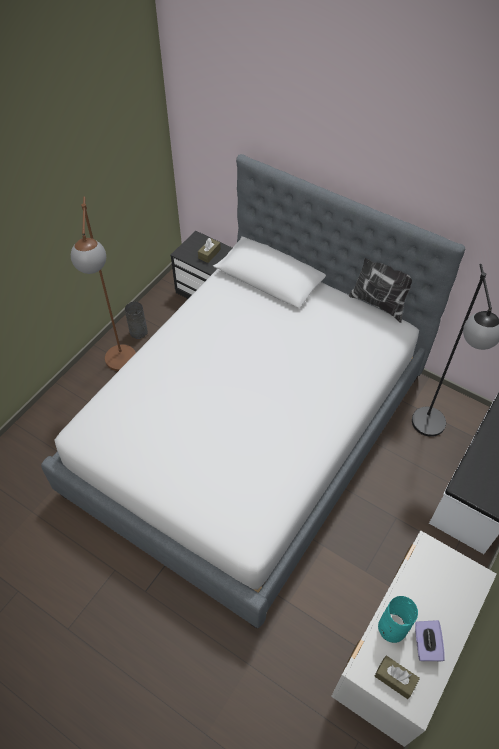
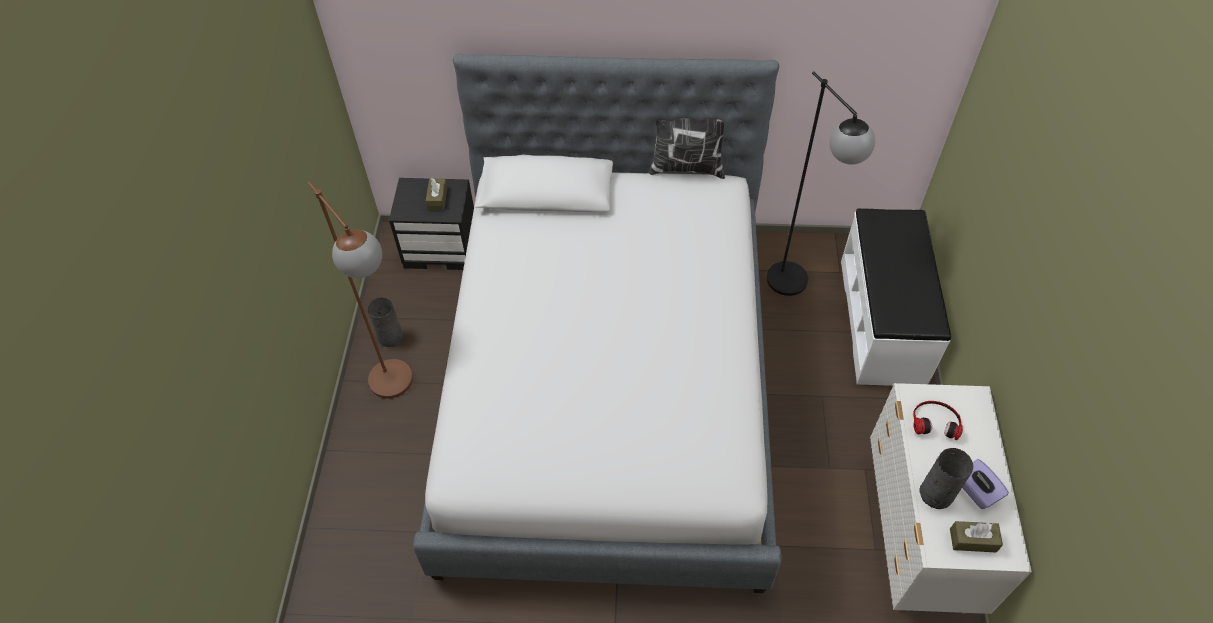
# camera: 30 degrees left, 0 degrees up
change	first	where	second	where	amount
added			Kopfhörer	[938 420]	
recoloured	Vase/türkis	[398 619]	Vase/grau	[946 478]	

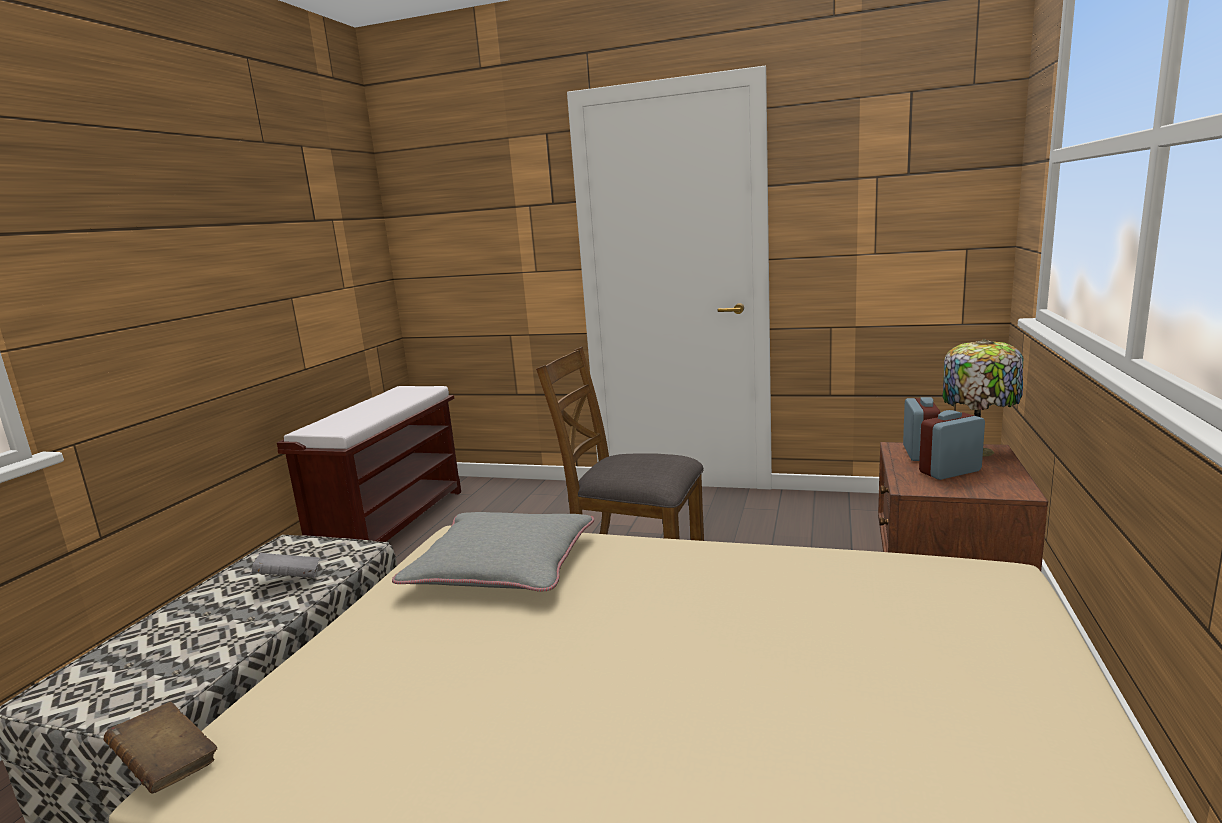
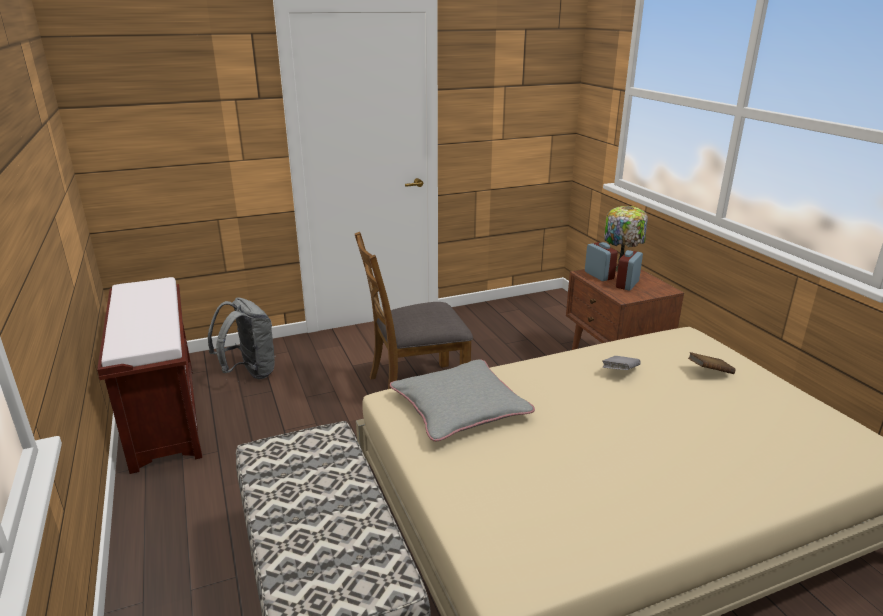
# camera: 40 degrees left, 10 degrees up
change	first	where	second	where	amount
added			Rucksack/grau	[241 338]	
moved	Buch/braun	[160 748]		[711 363]	
moved	Buch/grau	[285 565]		[621 363]	

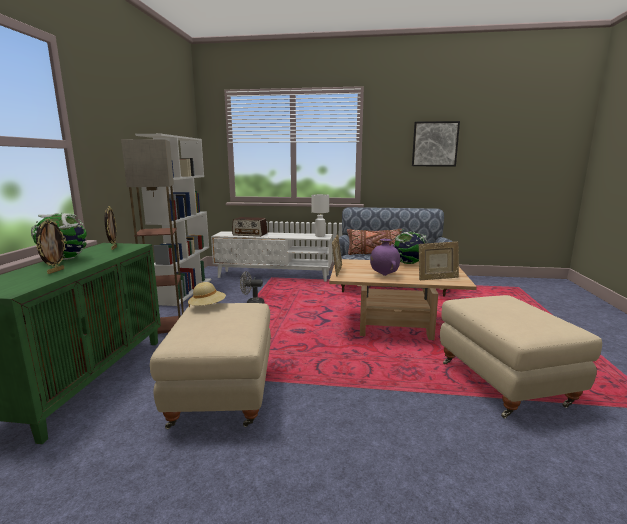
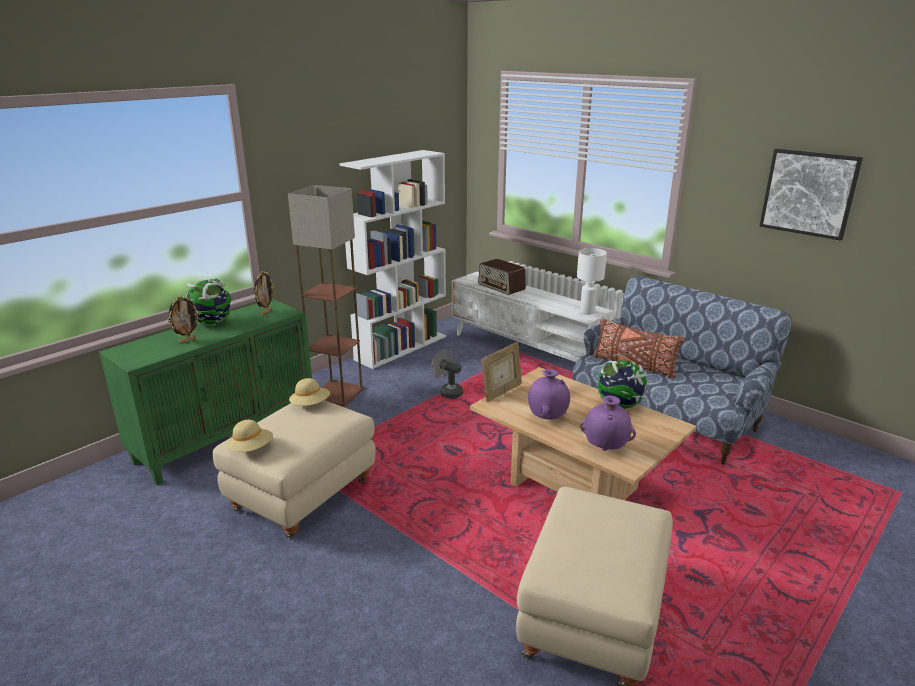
# camera: 35 degrees right, 10 degrees up
change	first	where	second	where	amount
added			Hut/beige	[249 436]	
replaced	Bilderrahmen	[439 261]	Vase/lila	[608 423]	

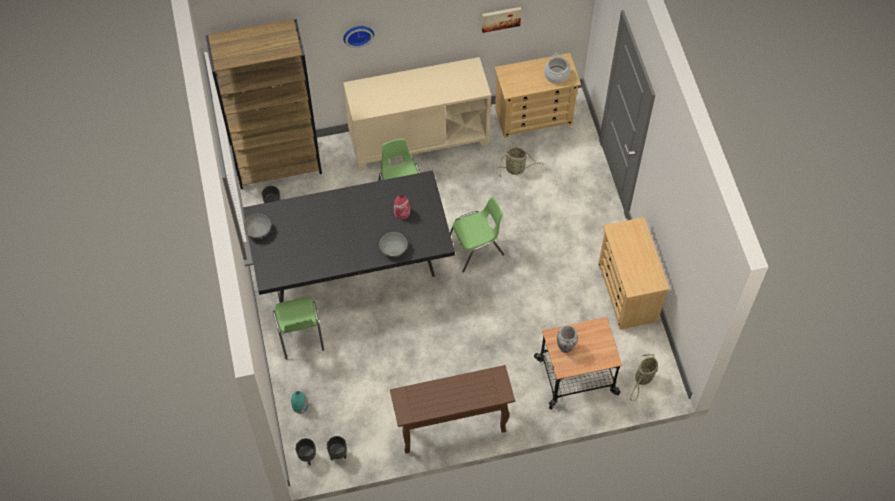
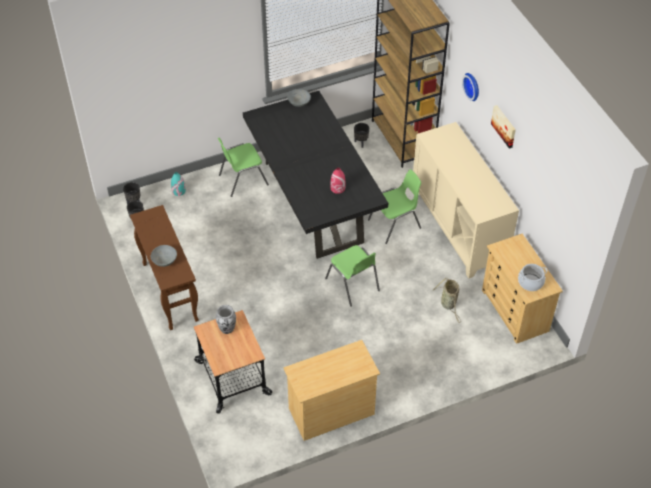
# camera: 80 degrees right, 10 degrees down
change	first	where	second	where	amount
removed	Korb	[644 377]			
moved	Schüssel/grau	[393 244]		[164 256]	
moved	Bild	[501 20]		[503 127]	

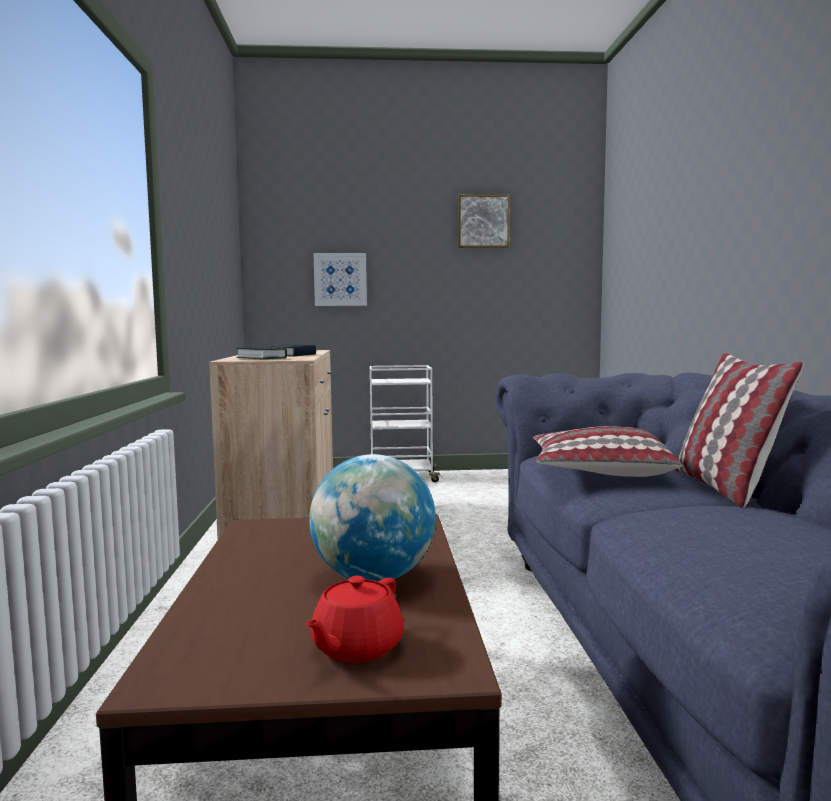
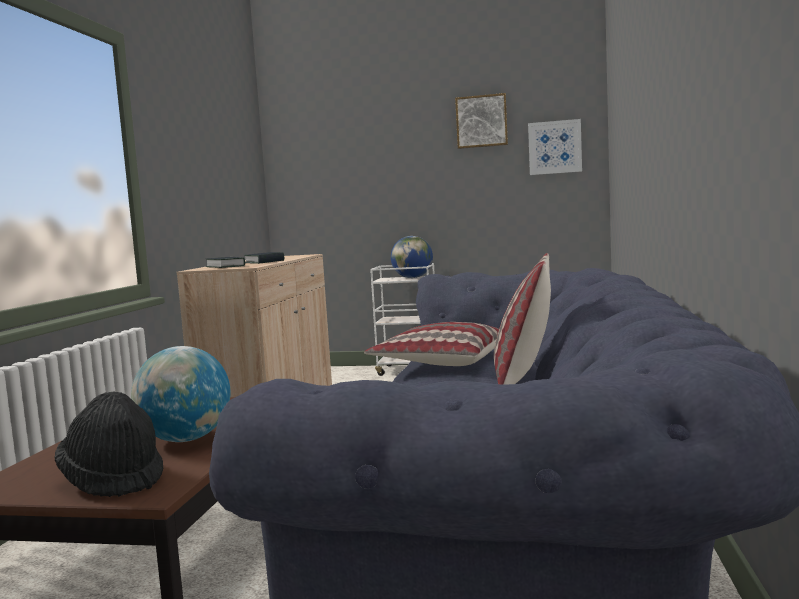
# camera: 15 degrees right, 0 degrees up
change	first	where	second	where	amount
added			Globus	[412 257]	
moved	Bild	[340 279]		[555 147]	
replaced	Teekanne/rot	[354 619]	Hut/schwarz	[109 444]	

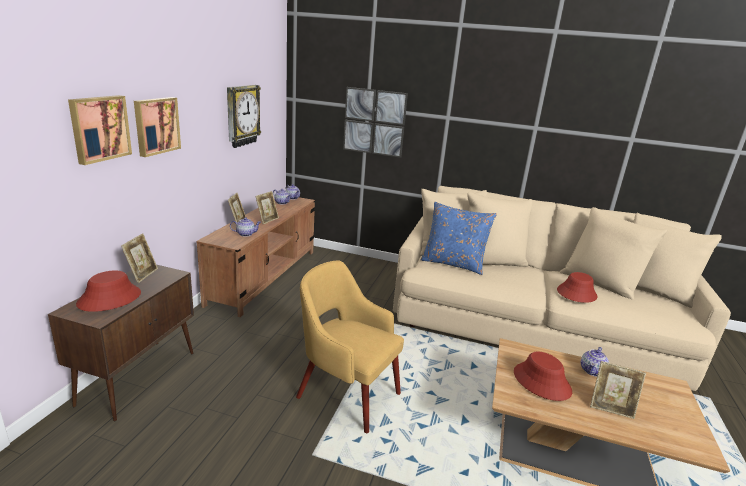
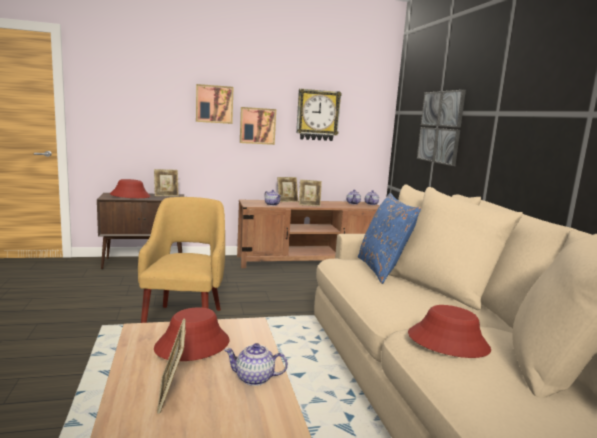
# camera: 60 degrees right, 10 degrees down
change	first	where	second	where	amount
moved	Bild	[100 130]		[258 126]	

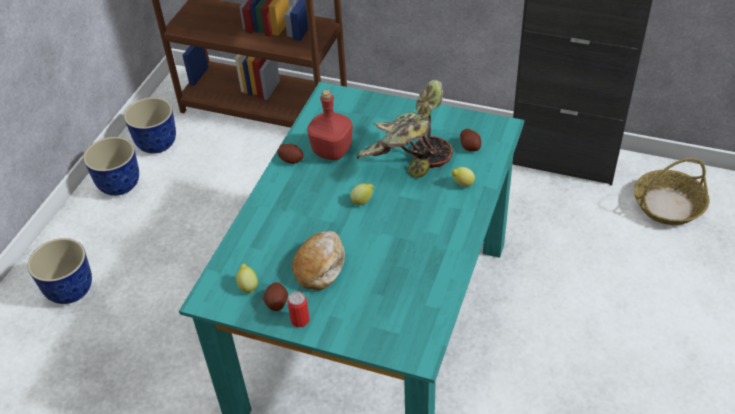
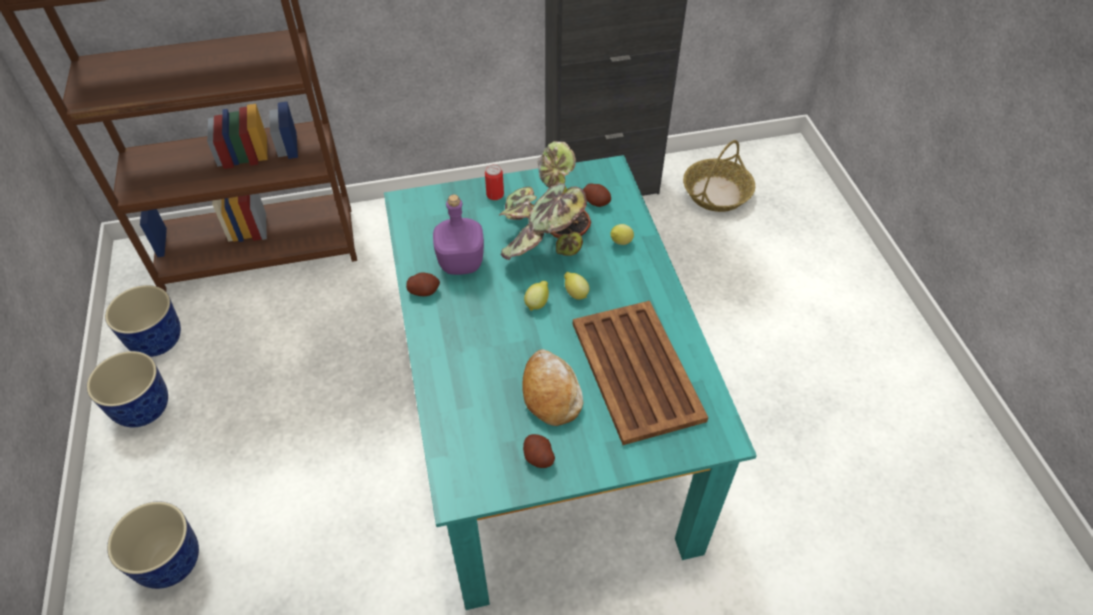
# camera: 35 degrees left, 5 degrees up
change	first	where	second	where	amount
added			Tablett/braun	[640 373]	
moved	Zitrone	[247 278]		[576 286]	
moved	Dose	[299 309]		[494 182]	
recoloured	Flasche/rot	[330 125]	Flasche/lila	[458 234]	

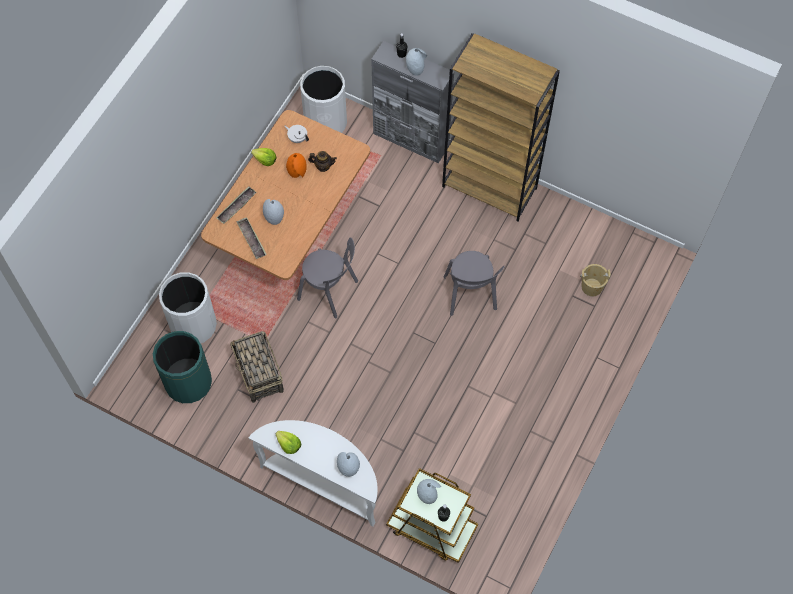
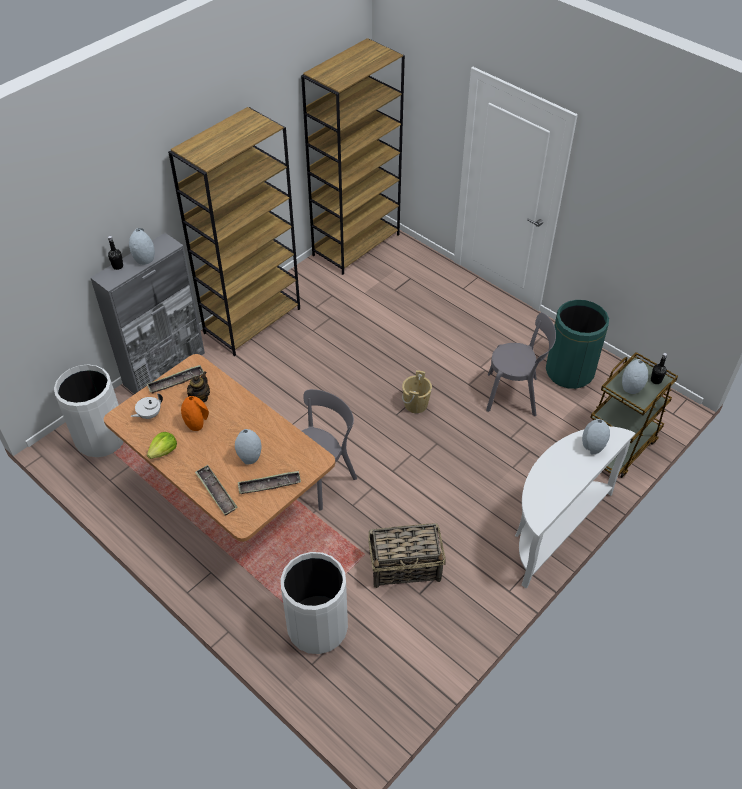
# camera: 75 degrees left, 15 degrees down
change	first	where	second	where	amount
removed	Salatkopf	[288 442]			
added			Tablett	[175 379]	
added			Bücherregal/braun	[353 156]	
moved	Mülleimer/grün	[182 367]		[577 344]	
moved	Stuhl/grau	[474 283]		[521 364]	
moved	Eimer/beige	[595 280]		[417 391]	

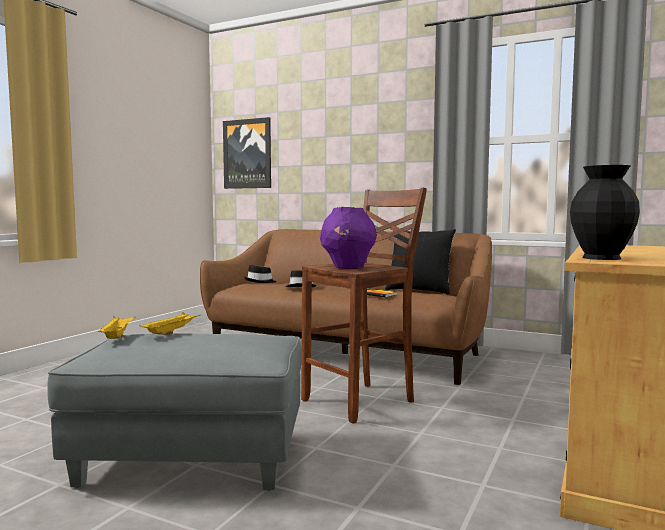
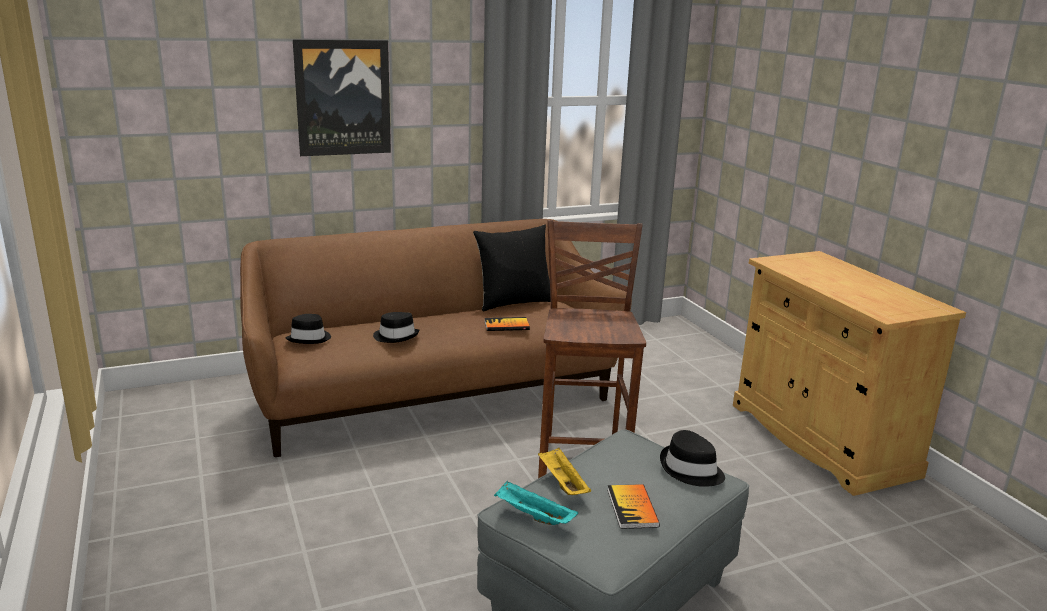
# camera: 50 degrees left, 15 degrees up
change	first	where	second	where	amount
removed	Vase/lila	[348 238]			
removed	Vase/schwarz	[605 212]			
added			Buch	[633 506]	
added			Hut/schwarz	[692 458]	
moved	Bild	[247 153]		[342 97]	
recoloured	Tablett/gelb	[117 327]	Tablett/türkis	[536 503]	

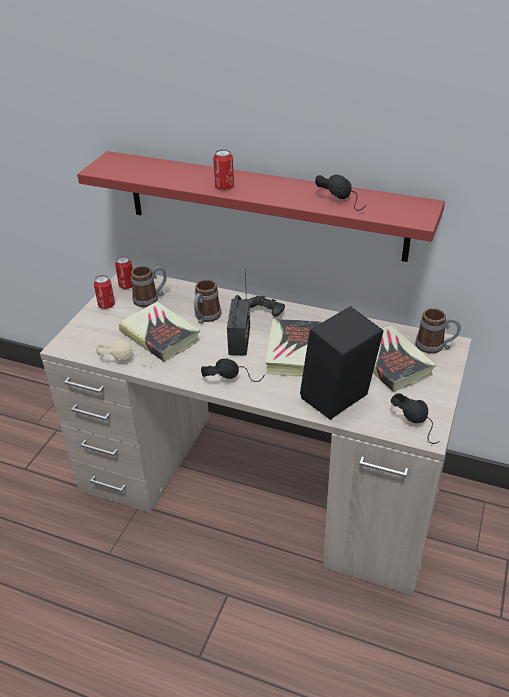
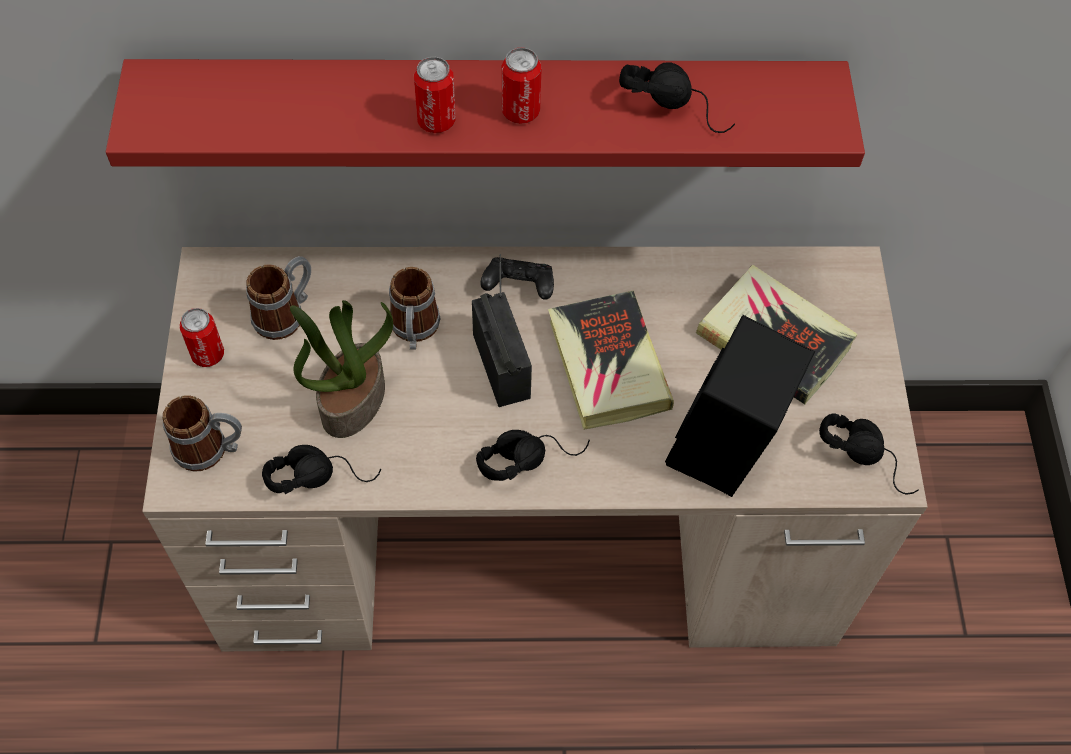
# camera: 25 degrees left, 20 degrees up
change	first	where	second	where	amount
moved	Dose	[124 272]		[522 85]	
moved	Henkelbecher	[438 331]		[202 433]	
replaced	Buch	[159 332]	Topfpflanze	[341 369]	
recoloured	Kopfhörer/beige	[125 353]	Kopfhörer/schwarz	[321 469]	

